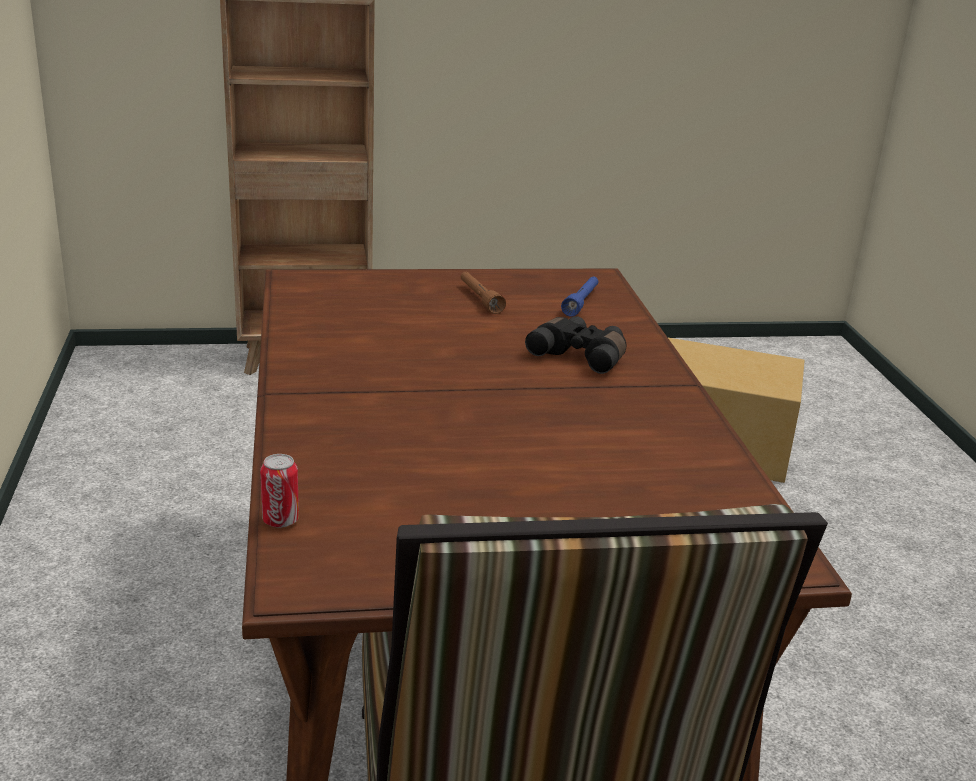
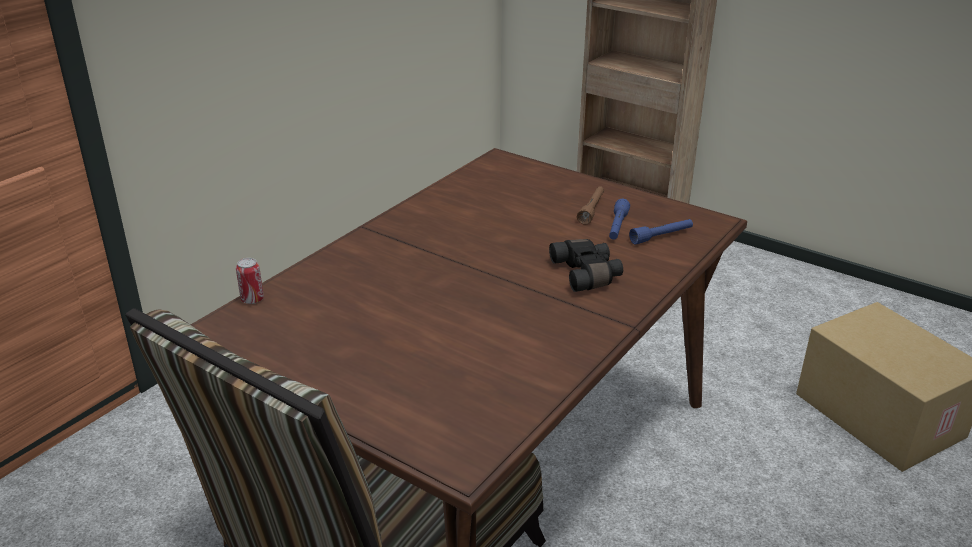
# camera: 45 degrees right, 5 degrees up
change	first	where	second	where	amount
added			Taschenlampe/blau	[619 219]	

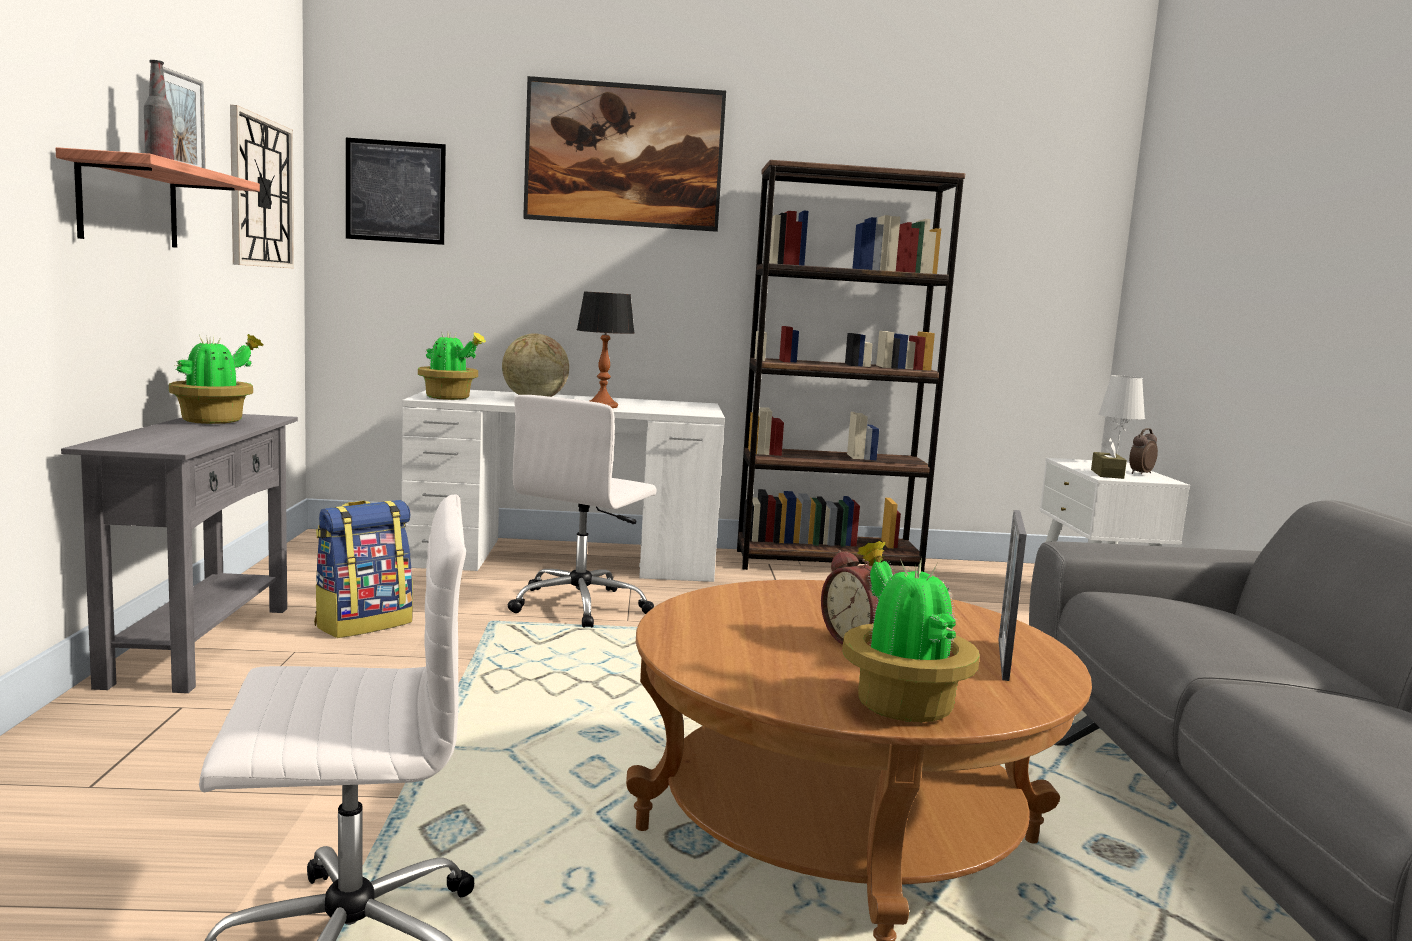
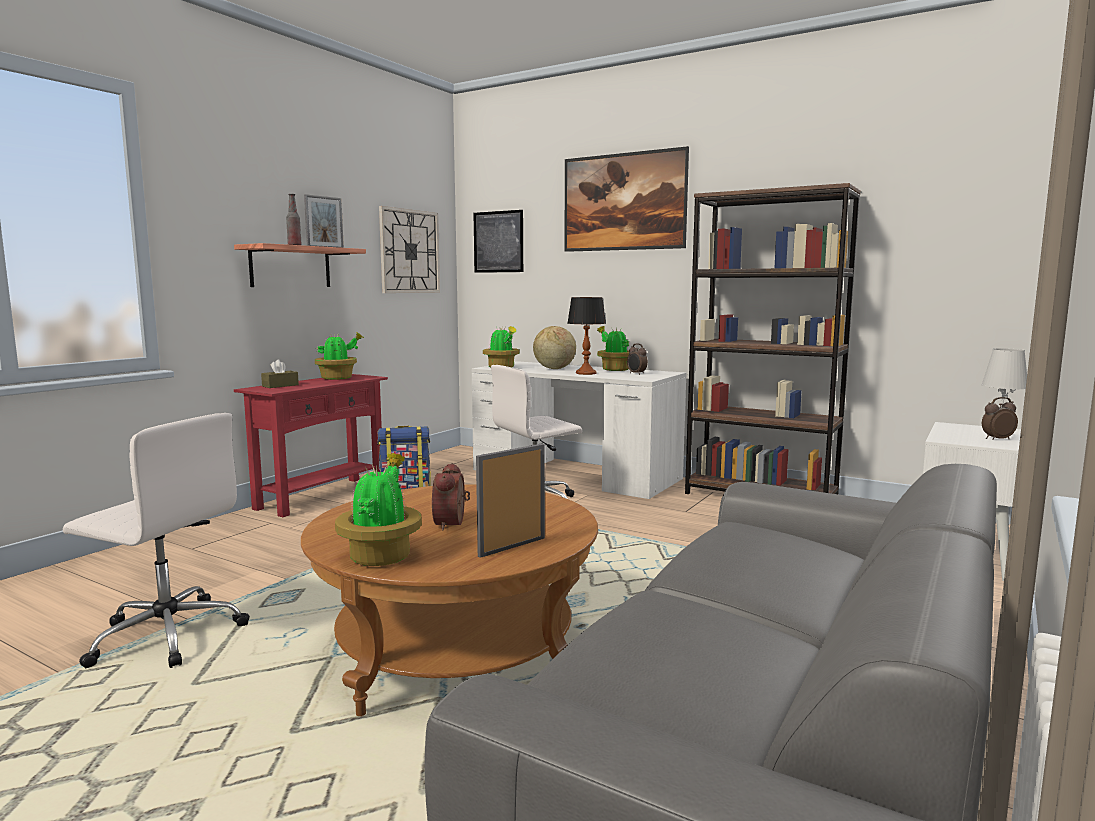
# camera: 35 degrees right, 0 degrees up
change	first	where	second	where	amount
added			Topfpflanze	[613 348]	
added			Wecker	[637 359]	
moved	Taschentuchbox/braun	[1109 458]		[280 373]	
recoloured	Konsolentisch/grau	[179 553]	Konsolentisch/rot	[311 445]	

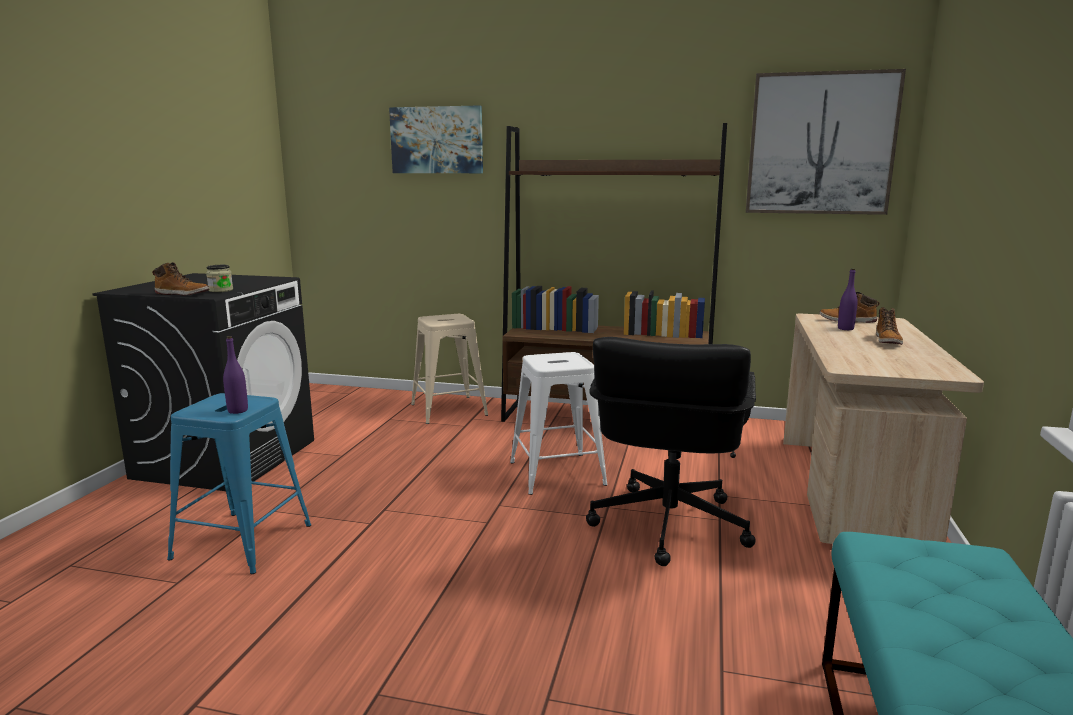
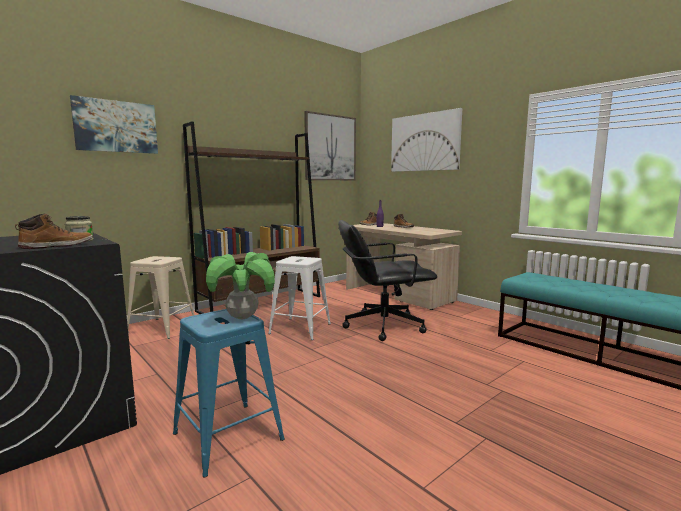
# camera: 55 degrees left, 5 degrees down
change	first	where	second	where	amount
added			Bild	[426 140]	
replaced	Flasche/lila	[235 375]	Topfpflanze	[240 285]	
turned	Bürostuhl/schwarz	[671 451]		[387 280]	120 degrees clockwise

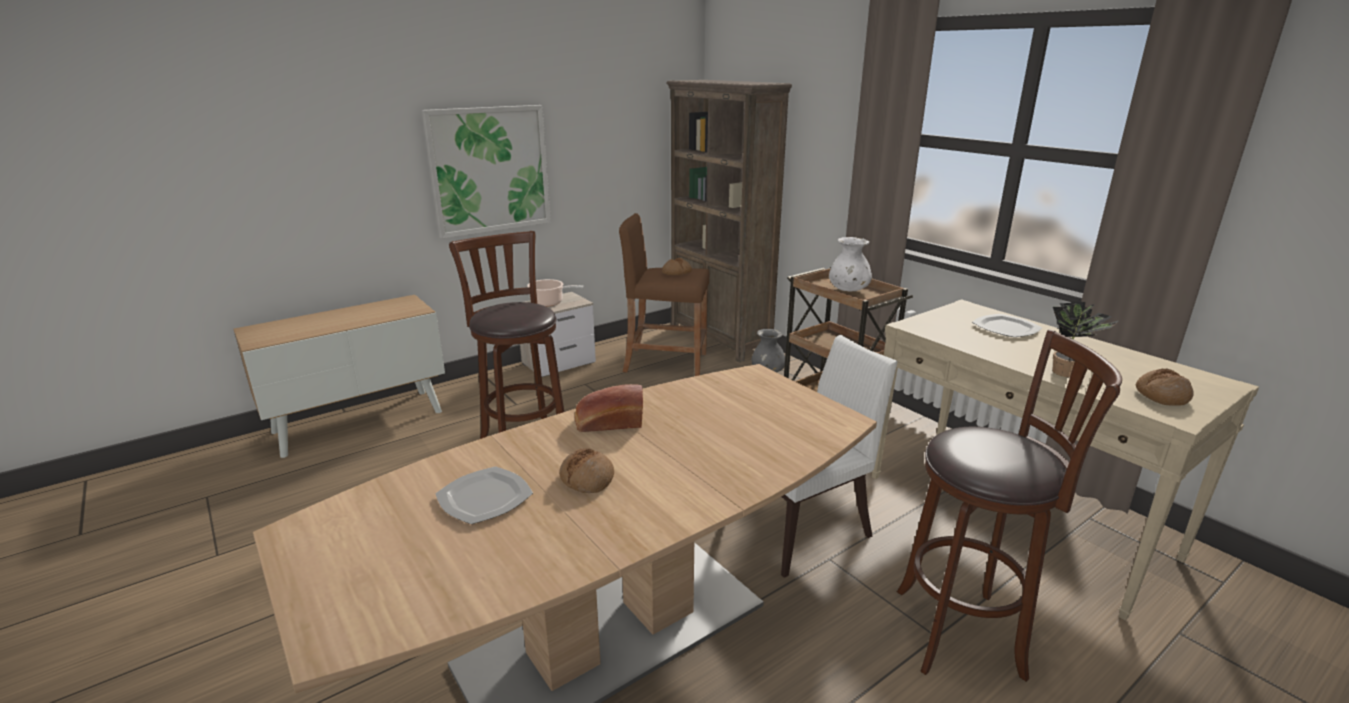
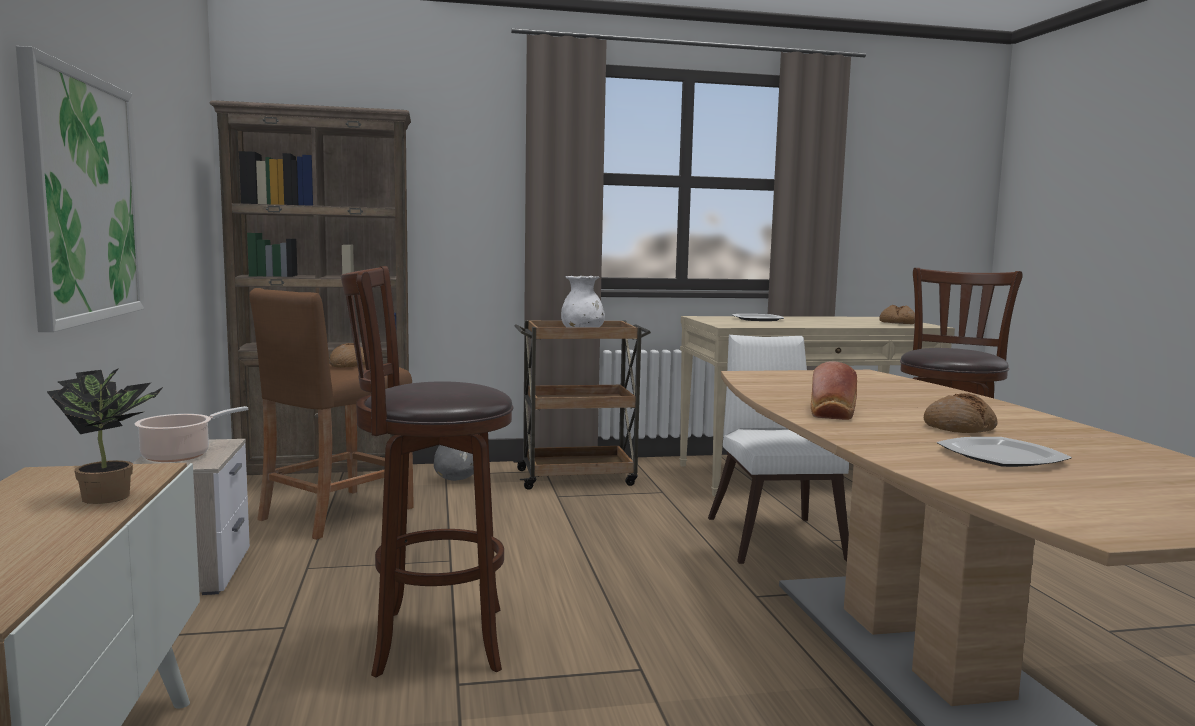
# camera: 65 degrees left, 15 degrees down
change	first	where	second	where	amount
moved	Topfpflanze	[1085 339]		[104 436]	

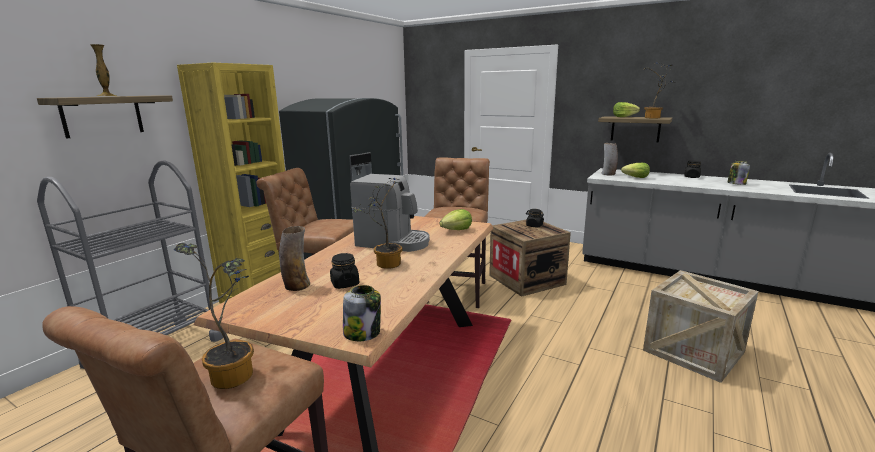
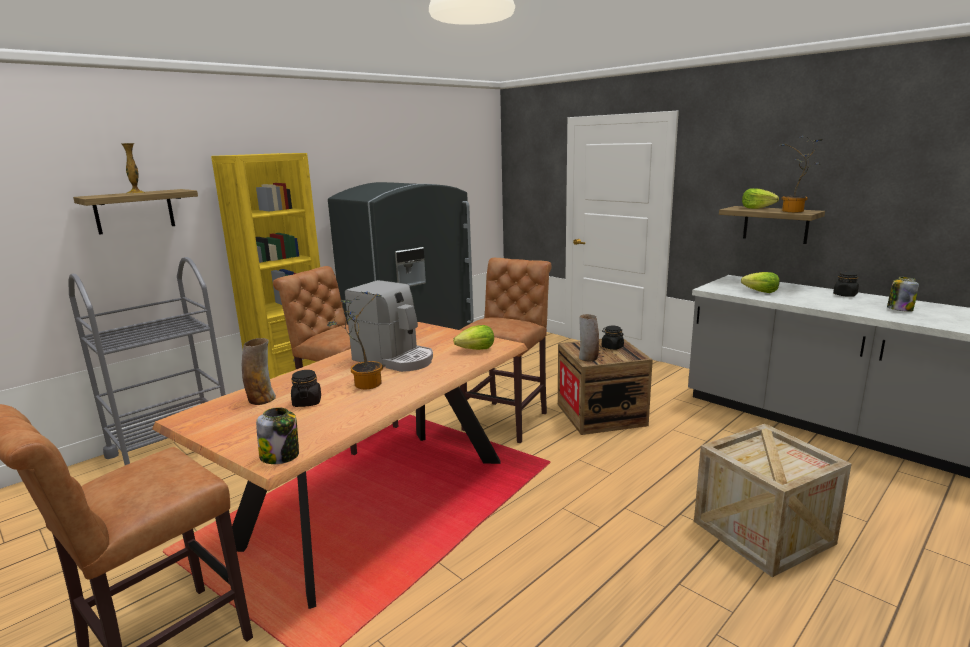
# camera: 15 degrees right, 0 degrees up
change	first	where	second	where	amount
removed	Topfpflanze	[214 316]			
moved	Vase	[609 159]		[589 337]	

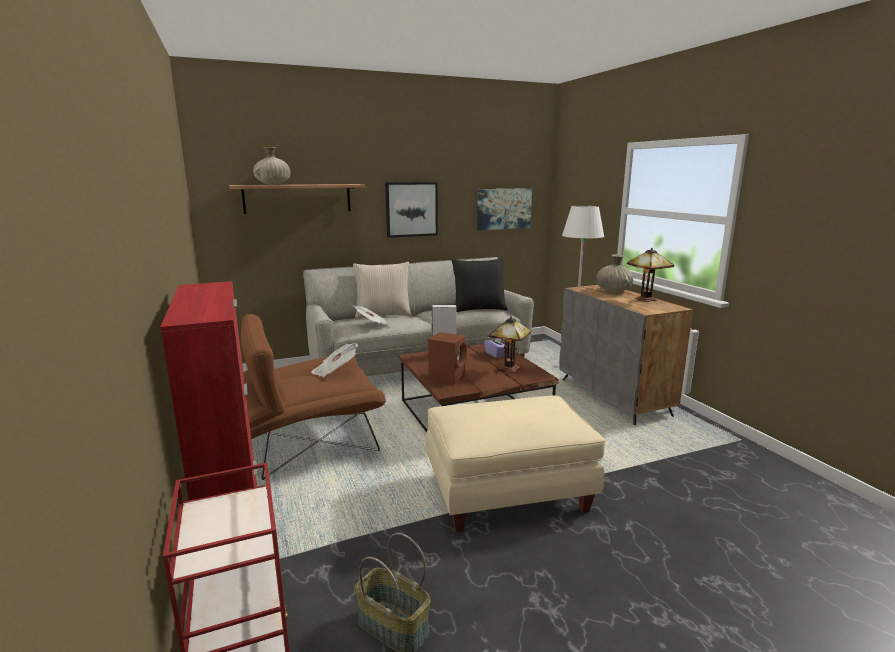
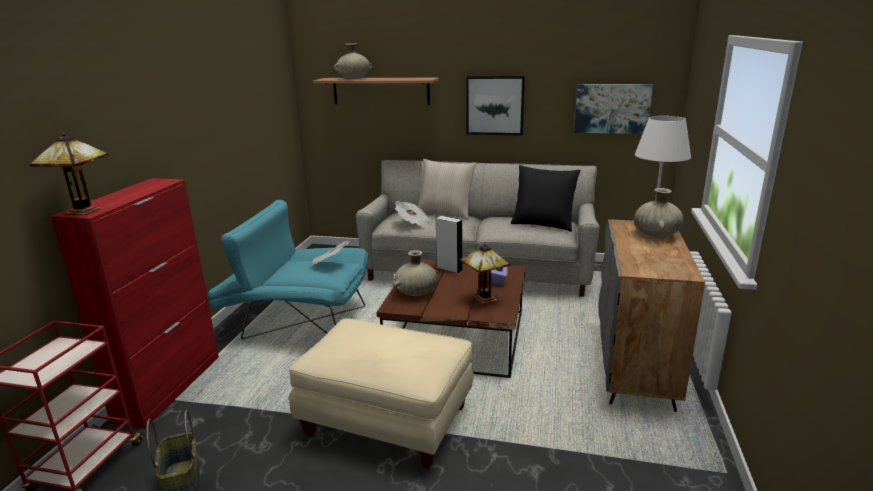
# camera: 35 degrees right, 5 degrees up
change	first	where	second	where	amount
moved	Tischlampe	[650 275]		[69 174]	
replaced	Lautsprecher/braun	[447 358]	Vase/beige	[416 273]	
recoloured	Sessel/braun	[313 397]	Sessel/türkis	[288 270]	

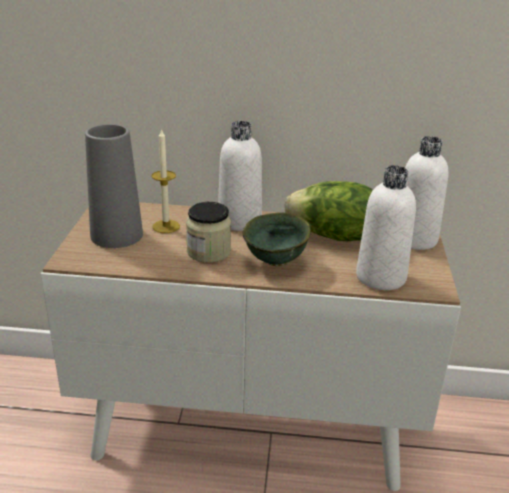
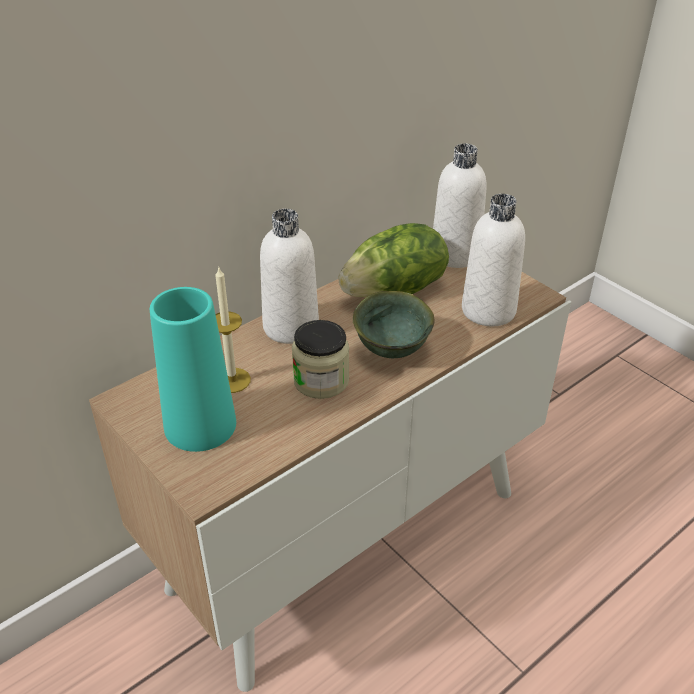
# camera: 45 degrees left, 10 degrees up
change	first	where	second	where	amount
recoloured	Vase/grau	[114 186]	Vase/türkis	[193 369]	

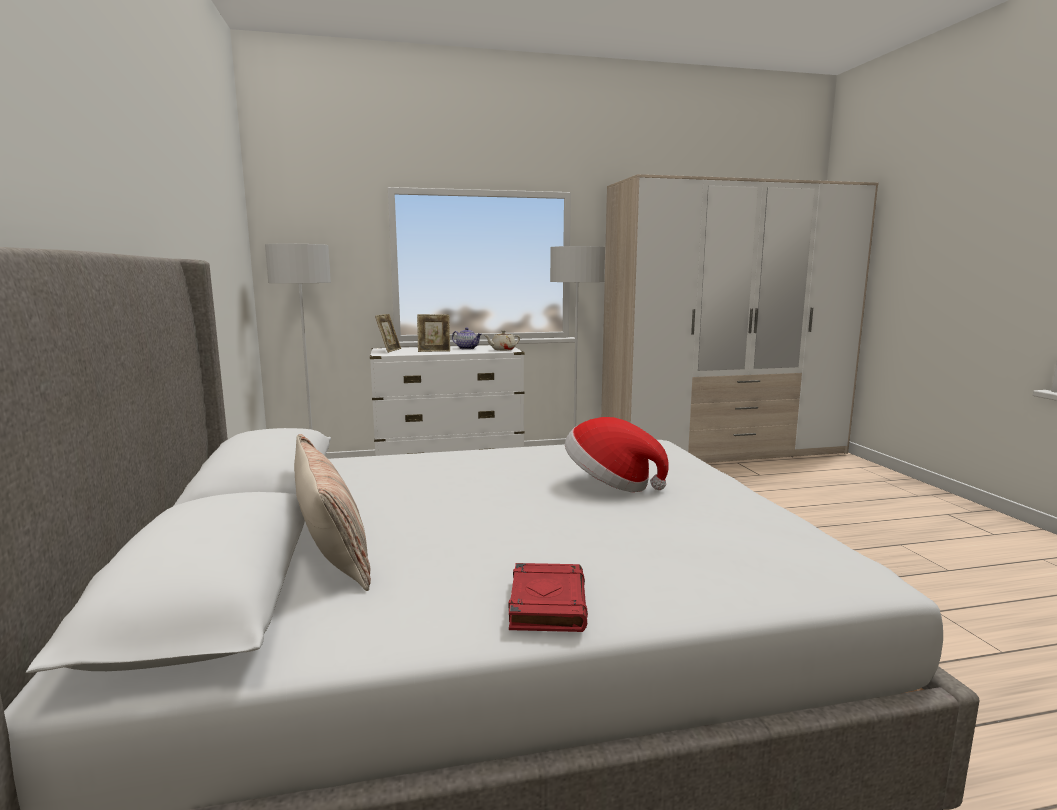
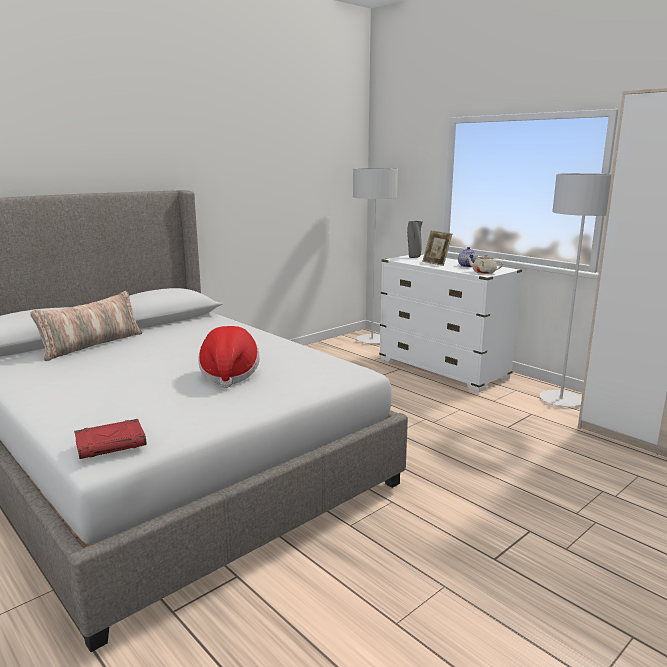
# camera: 60 degrees right, 5 degrees up
change	first	where	second	where	amount
moved	Buch/rot	[548 597]		[110 439]	
replaced	Bilderrahmen	[388 333]	Vase/grau	[415 239]	

